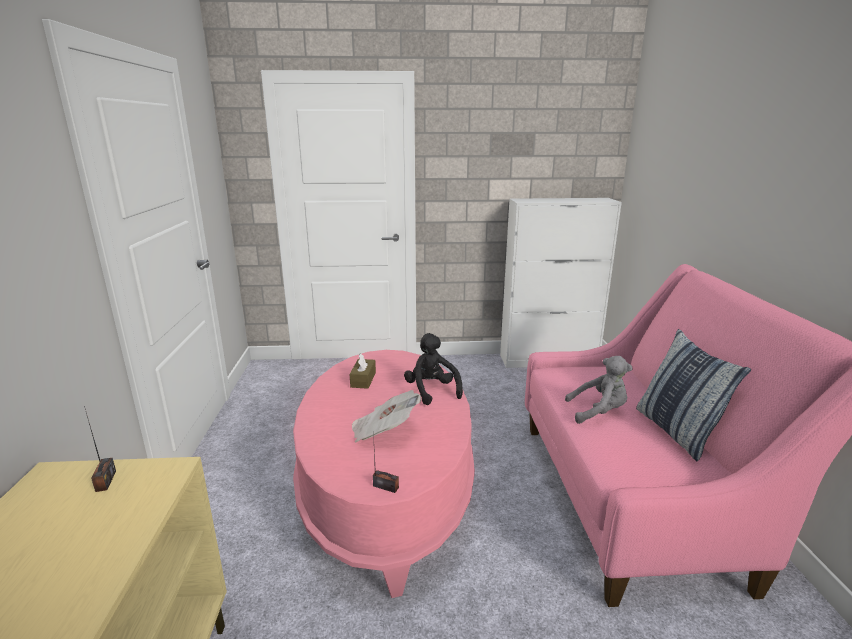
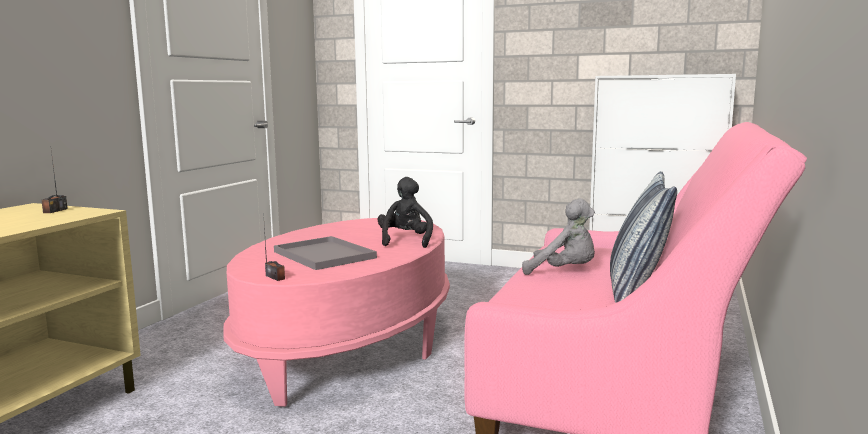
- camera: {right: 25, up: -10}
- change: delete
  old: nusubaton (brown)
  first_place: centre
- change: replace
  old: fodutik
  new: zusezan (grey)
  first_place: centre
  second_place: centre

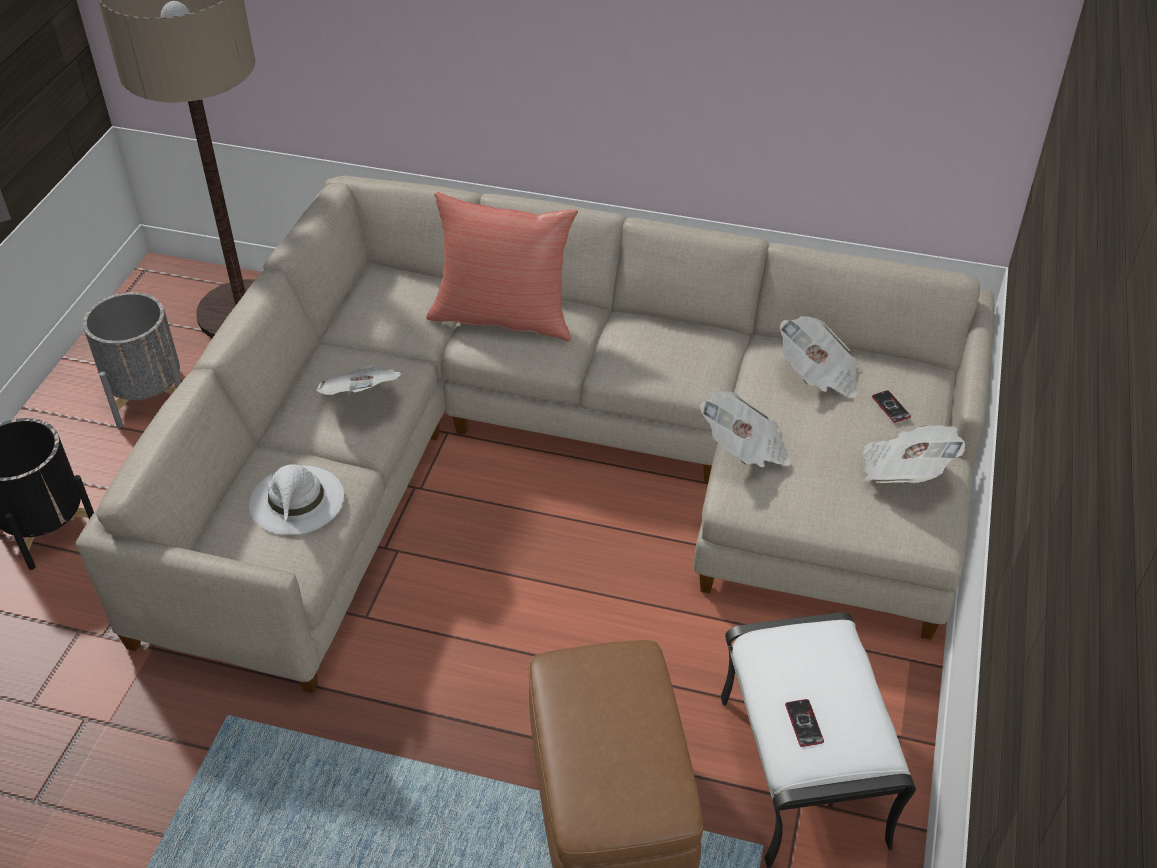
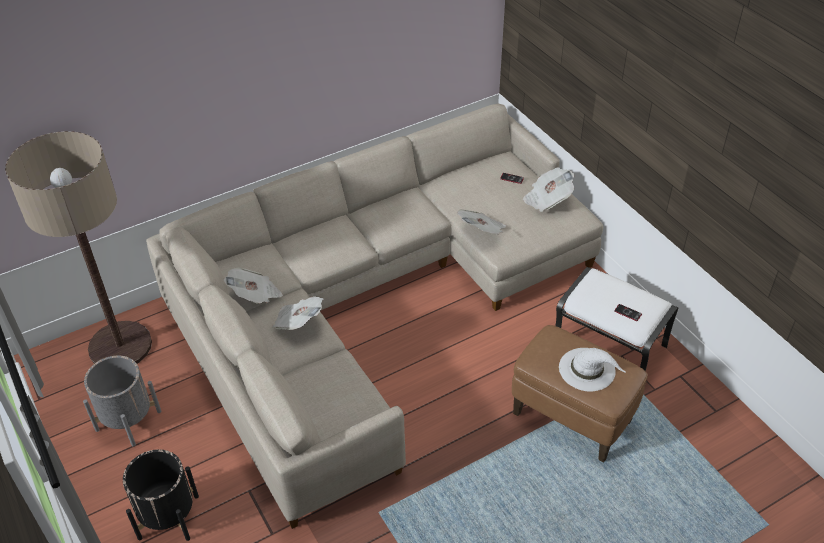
- camera: {right: -45, up: 0}
- change: delete
  old: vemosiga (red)
  first_place: top centre
- change: move
  old: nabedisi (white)
  first_place: middle left
  second_place: bottom right
- change: move
  old: fodutik (3rd from left in the first image)
  new: fodutik (1st from left)
  first_place: middle right
  second_place: middle left

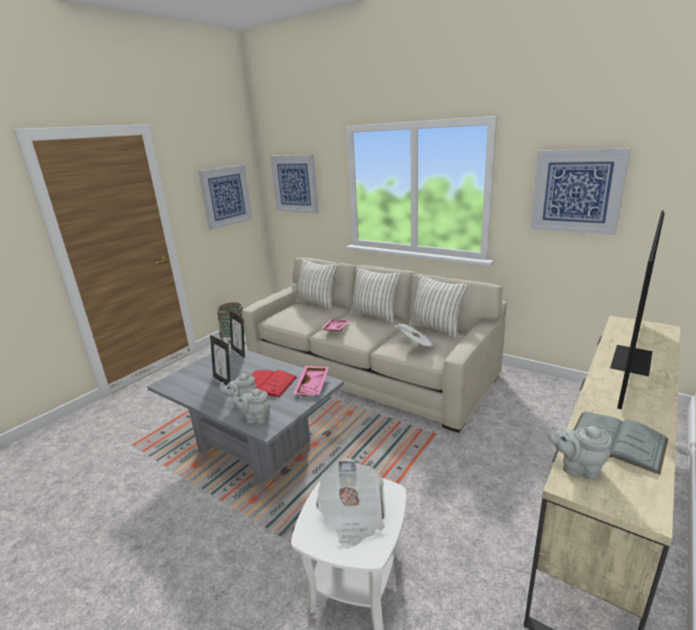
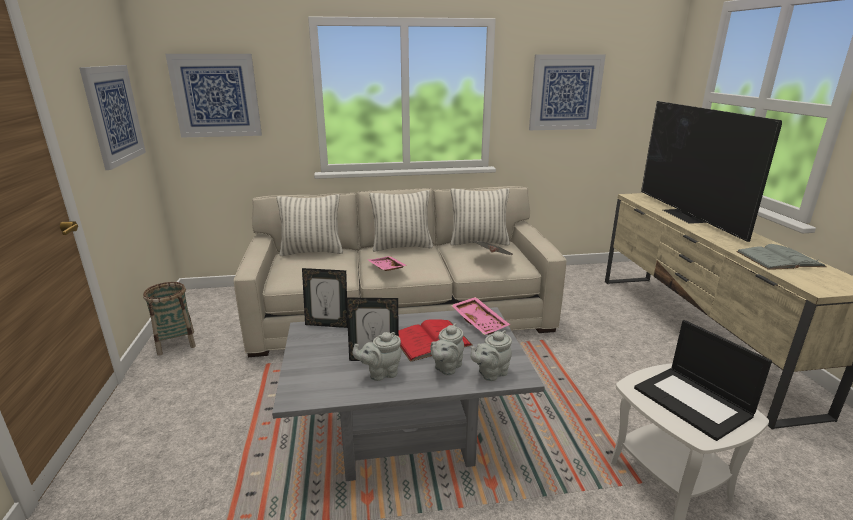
- camera: {right: -45, up: 0}
- change: move
  old: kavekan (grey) (3rd from left in the first image)
  new: kavekan (grey) (1st from left)
  first_place: bottom right
  second_place: bottom centre
- change: replace
  old: fodutik (1st from left)
  new: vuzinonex
  first_place: bottom centre
  second_place: bottom right

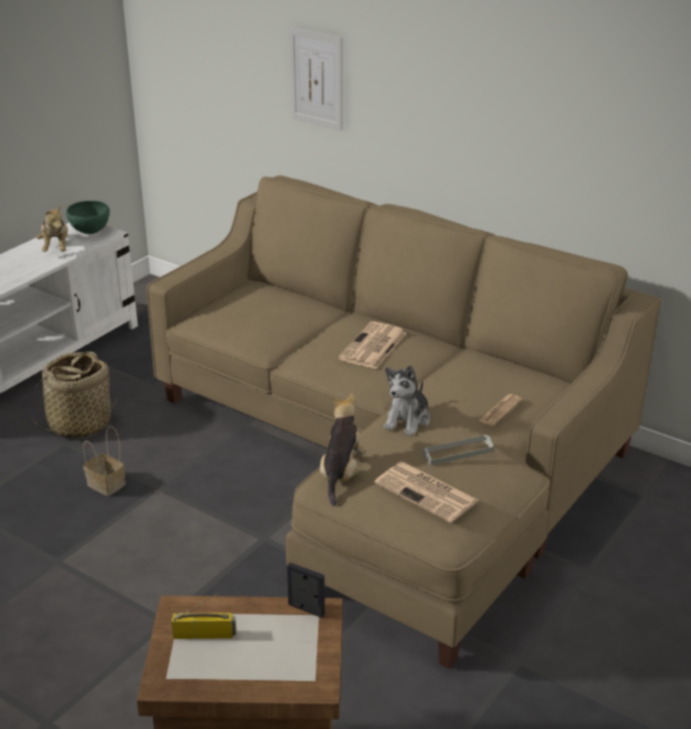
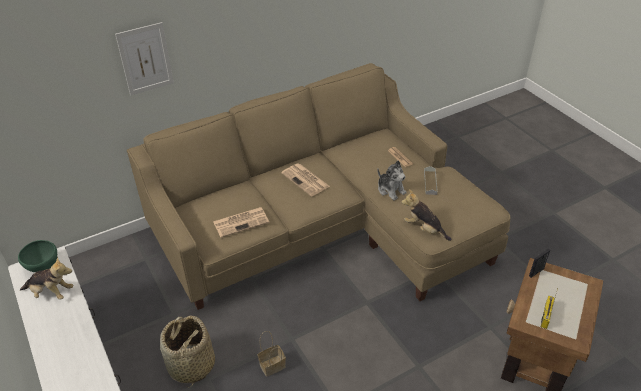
- camera: {right: -65, up: 10}
- change: move
  old: fodutik (2nd from left in the first image)
  new: fodutik (1st from left)
  first_place: bottom centre
  second_place: centre

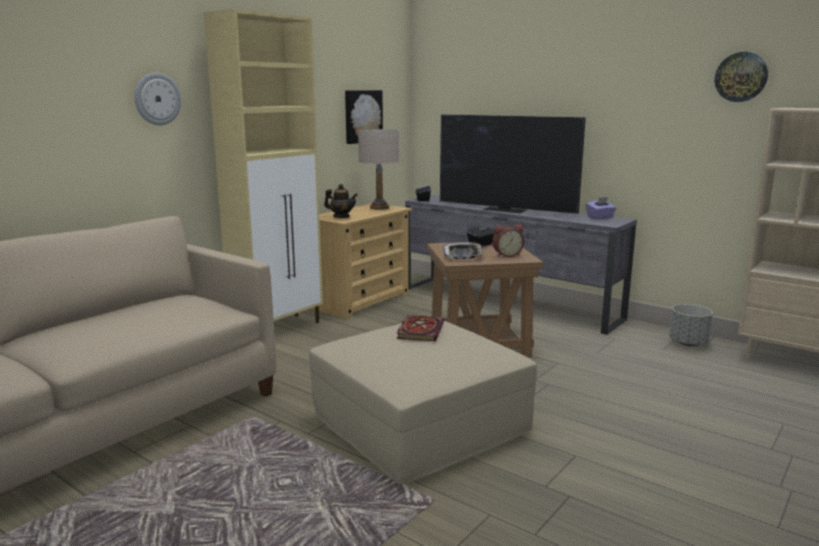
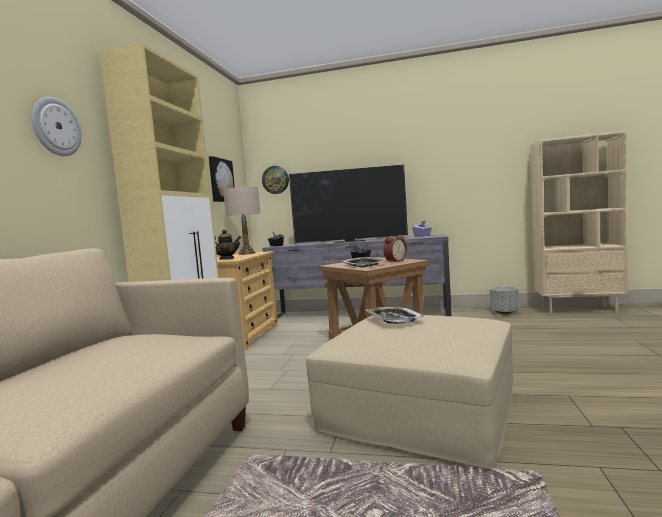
- camera: {right: -25, up: -10}
- change: move
  old: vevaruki (2nd from left)
  first_place: top right
  second_place: centre
- change: replace
  old: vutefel
  new: zusezan (2nd from left)
  first_place: centre
  second_place: centre

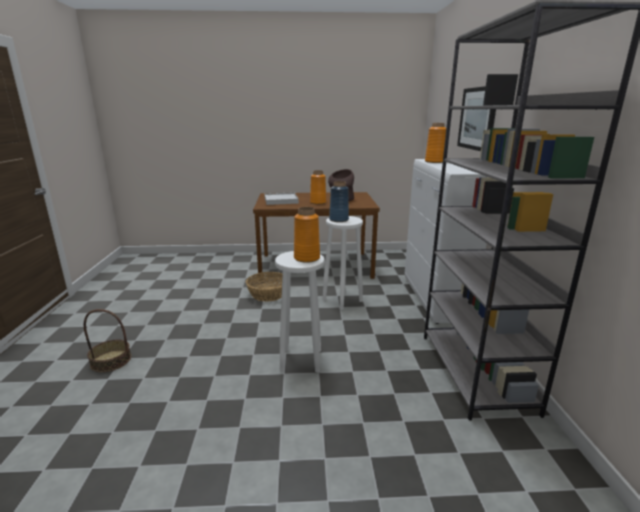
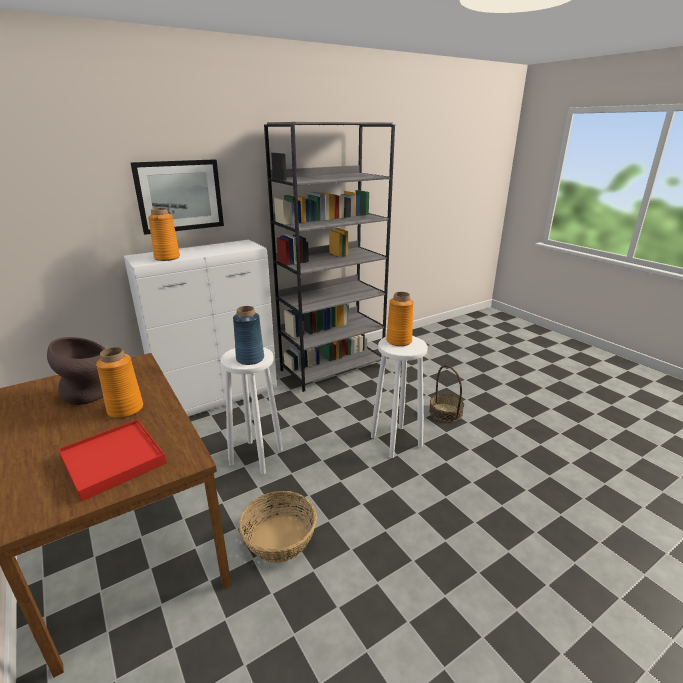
- camera: {right: -120, up: 5}
- change: move
  old: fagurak (1st from left in the first image)
  new: fagurak (2nd from left)
  first_place: middle left
  second_place: centre
- change: recolor
  old: zusezan (white)
  new: zusezan (red)
  first_place: centre
  second_place: bottom left

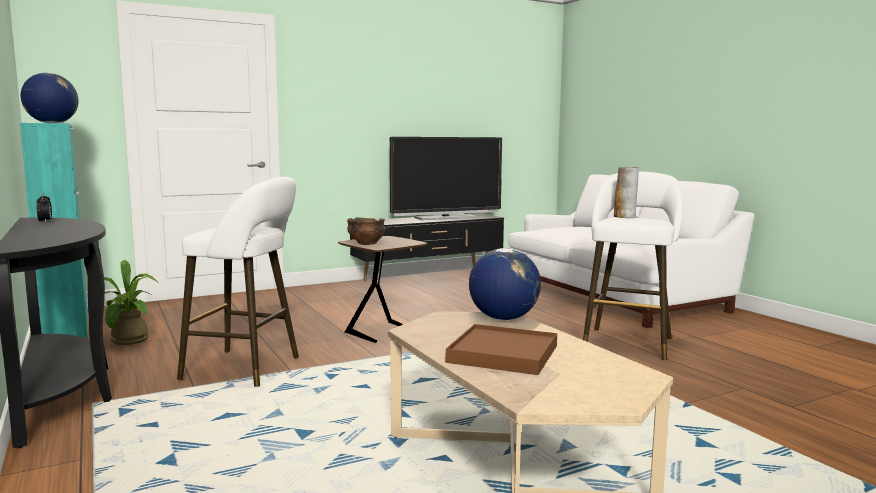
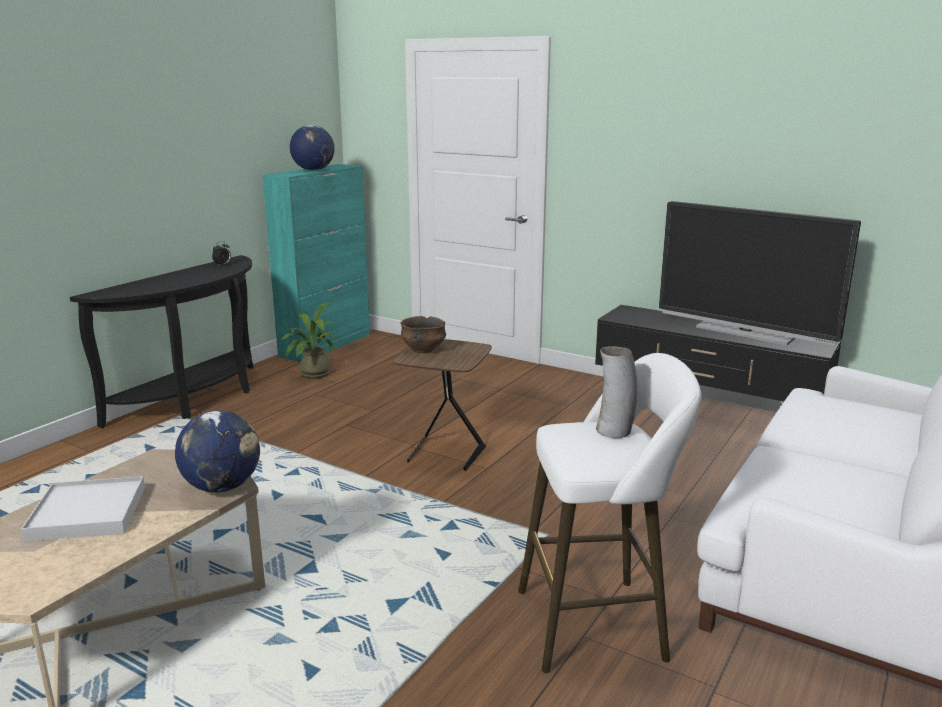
- camera: {right: 60, up: 10}
- change: delete
  old: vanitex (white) (1st from left)
  first_place: middle left
- change: recolor
  old: zusezan (brown)
  new: zusezan (white)
  first_place: bottom centre
  second_place: bottom left

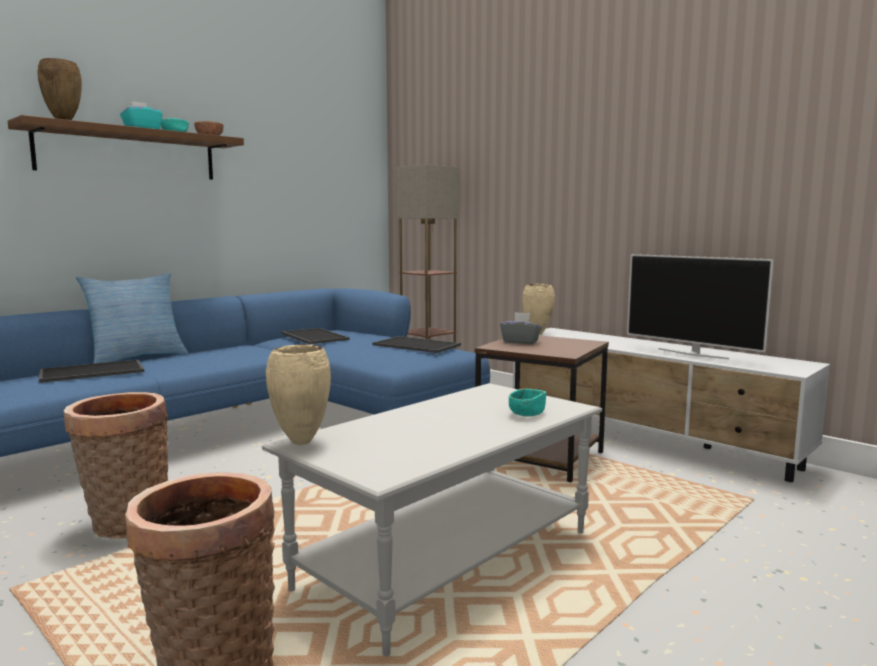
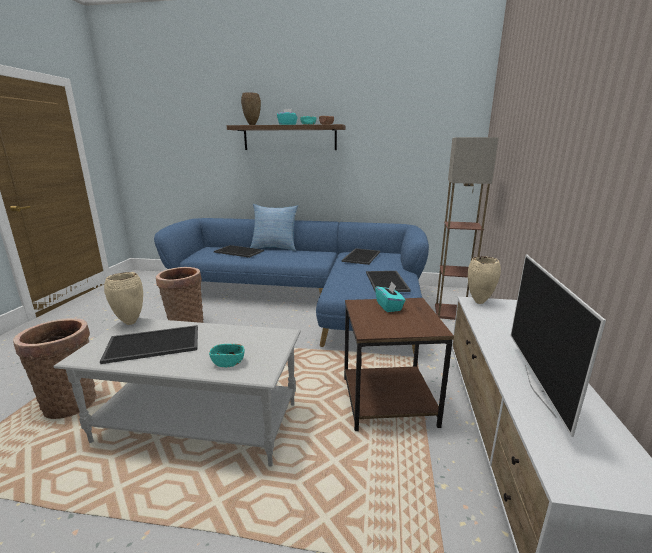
- camera: {right: 55, up: 10}
- change: insert
  new: zusezan (1st from left)
  second_place: middle left
- change: recolor
  old: nusubaton (grey)
  new: nusubaton (turquoise) (2nd from left)
  first_place: centre
  second_place: centre

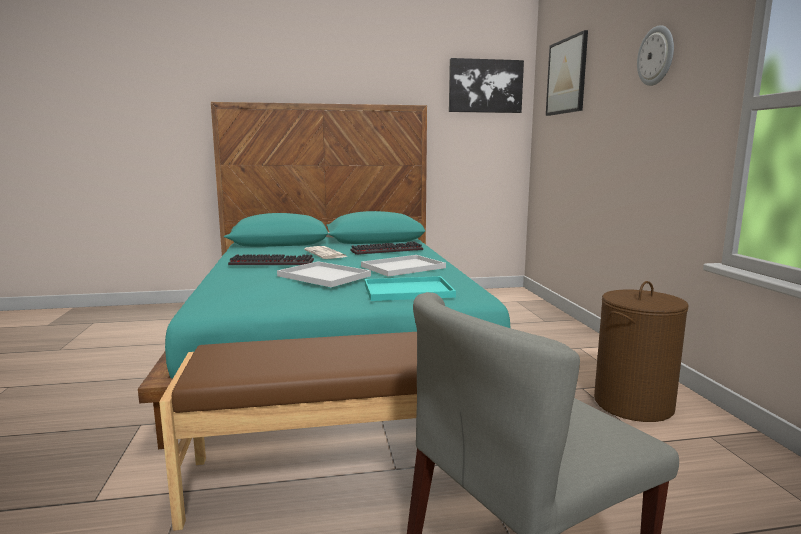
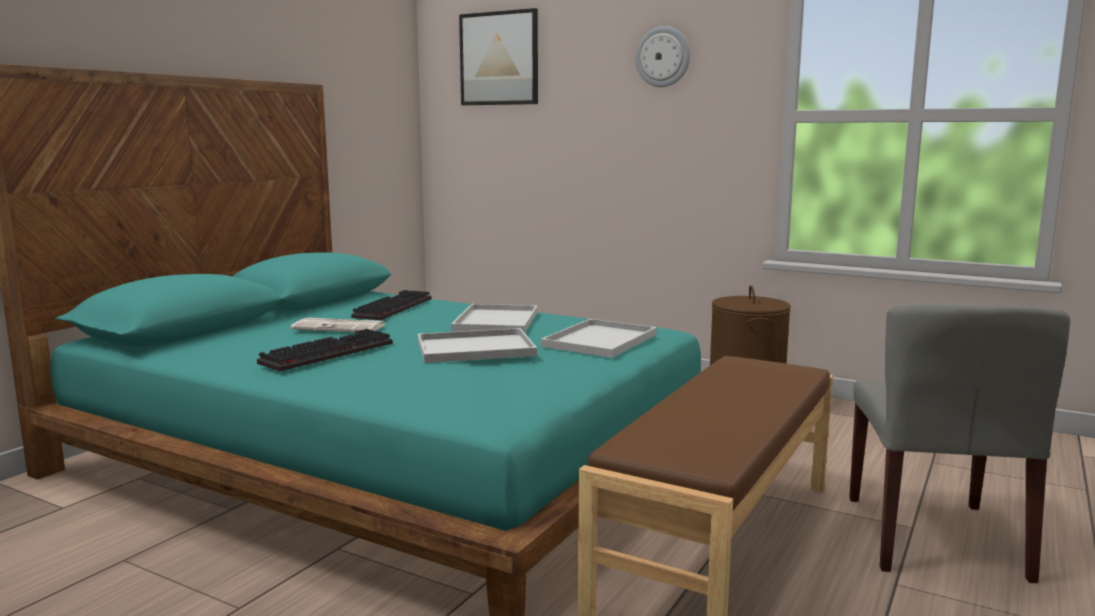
- camera: {right: -50, up: 0}
- change: delete
  old: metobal (1st from left)
  first_place: top centre
- change: recolor
  old: zusezan (turquoise)
  new: zusezan (white) (3rd from left)
  first_place: centre
  second_place: centre

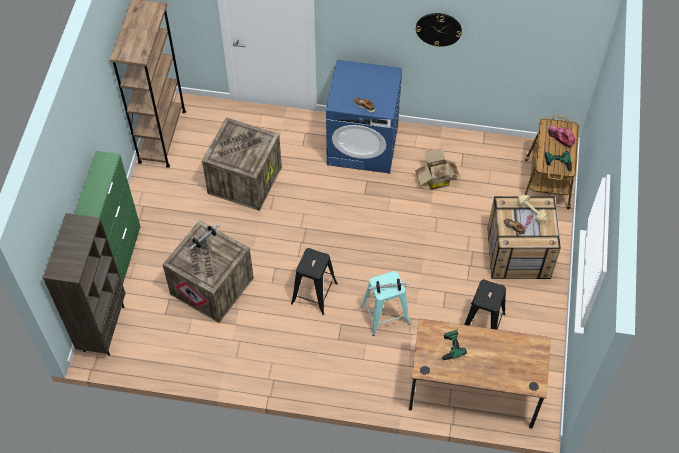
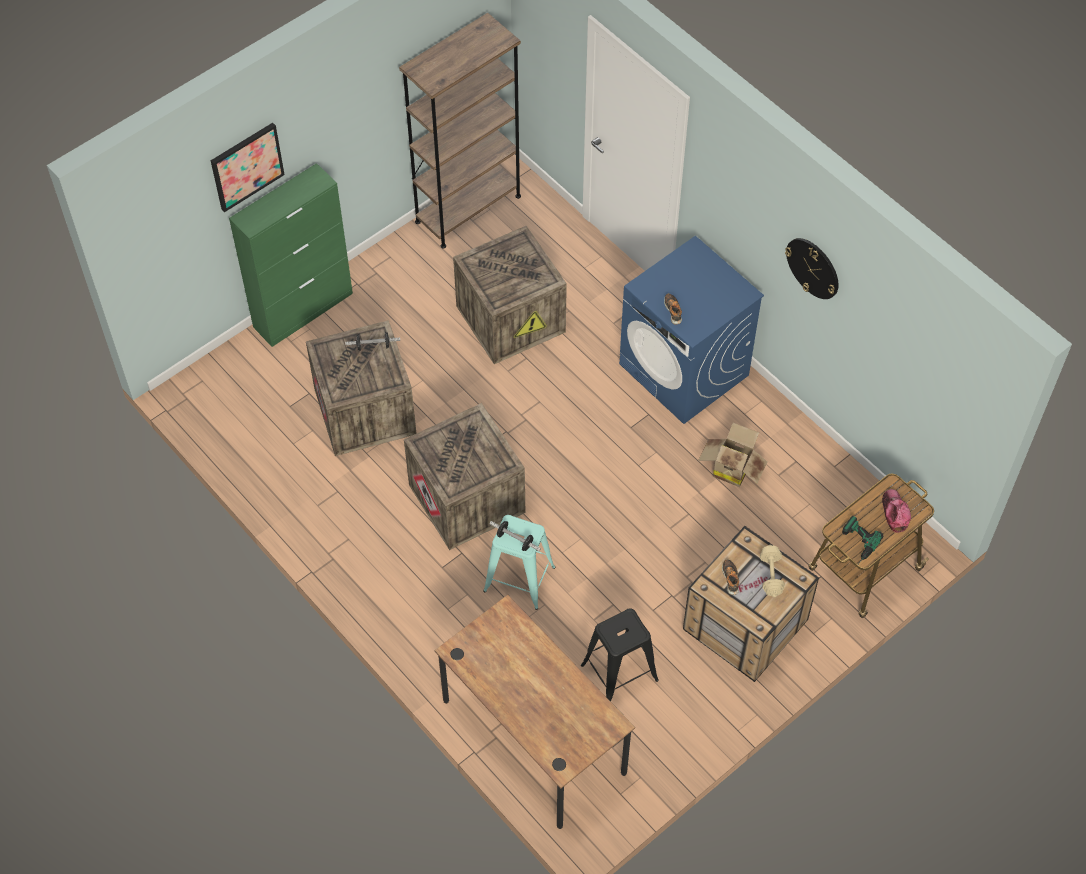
- camera: {right: 40, up: 0}
- change: delete
  old: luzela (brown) (1st from left)
  first_place: middle left
- change: delete
  old: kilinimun (1st from left)
  first_place: bottom centre
- change: insert
  new: metobal
  second_place: top left
- change: replace
  old: vanitex (black) (1st from left)
  new: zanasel (2nd from left)
  first_place: centre
  second_place: centre

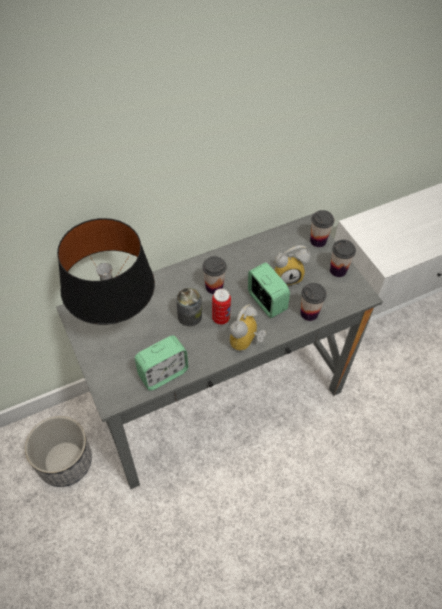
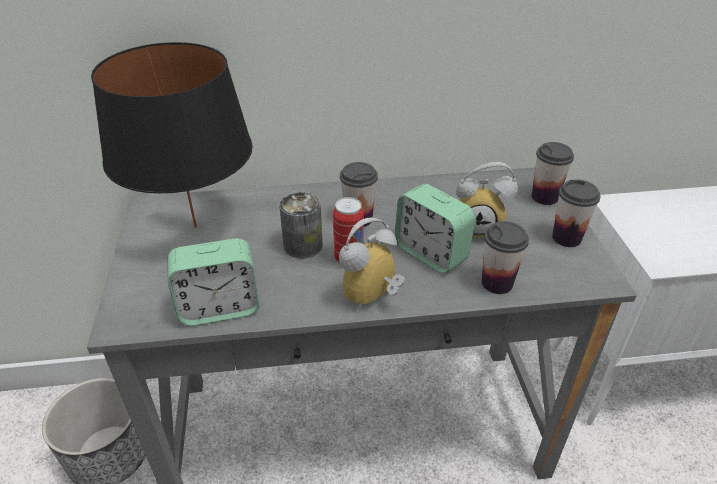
- camera: {right: 20, up: -15}
- change: rotate
  old: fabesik (3rd from left)
  first_place: centre
  second_place: centre
  degrees: 150

